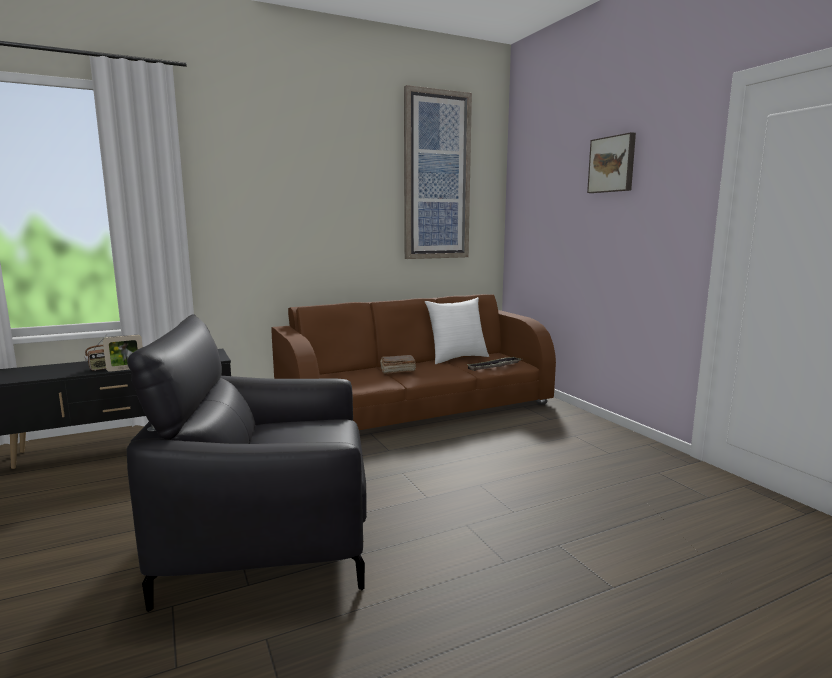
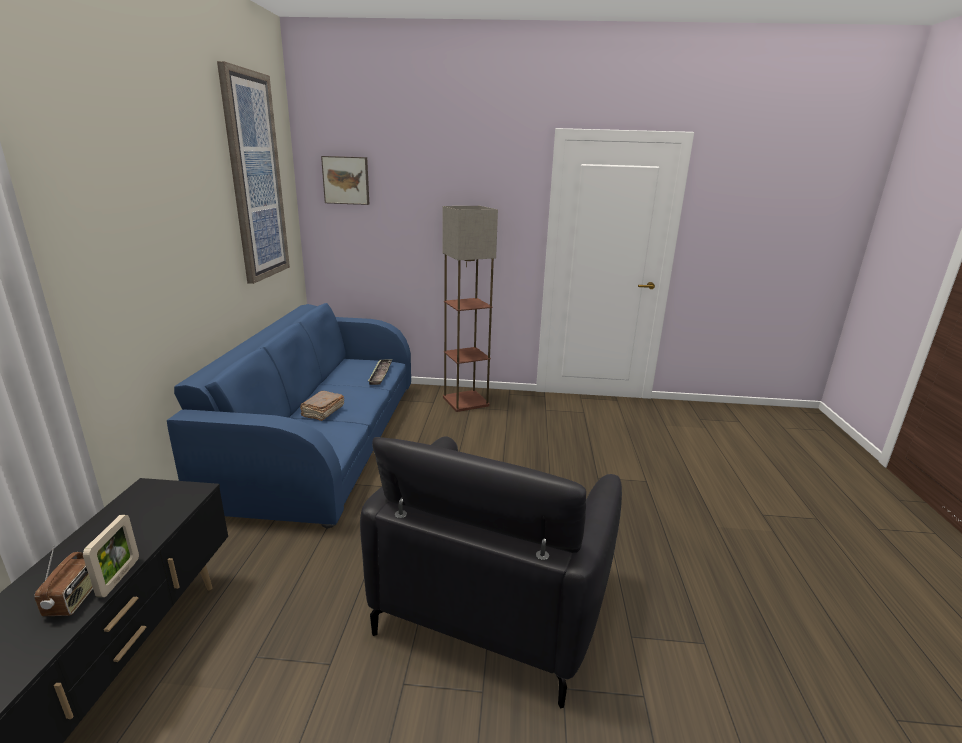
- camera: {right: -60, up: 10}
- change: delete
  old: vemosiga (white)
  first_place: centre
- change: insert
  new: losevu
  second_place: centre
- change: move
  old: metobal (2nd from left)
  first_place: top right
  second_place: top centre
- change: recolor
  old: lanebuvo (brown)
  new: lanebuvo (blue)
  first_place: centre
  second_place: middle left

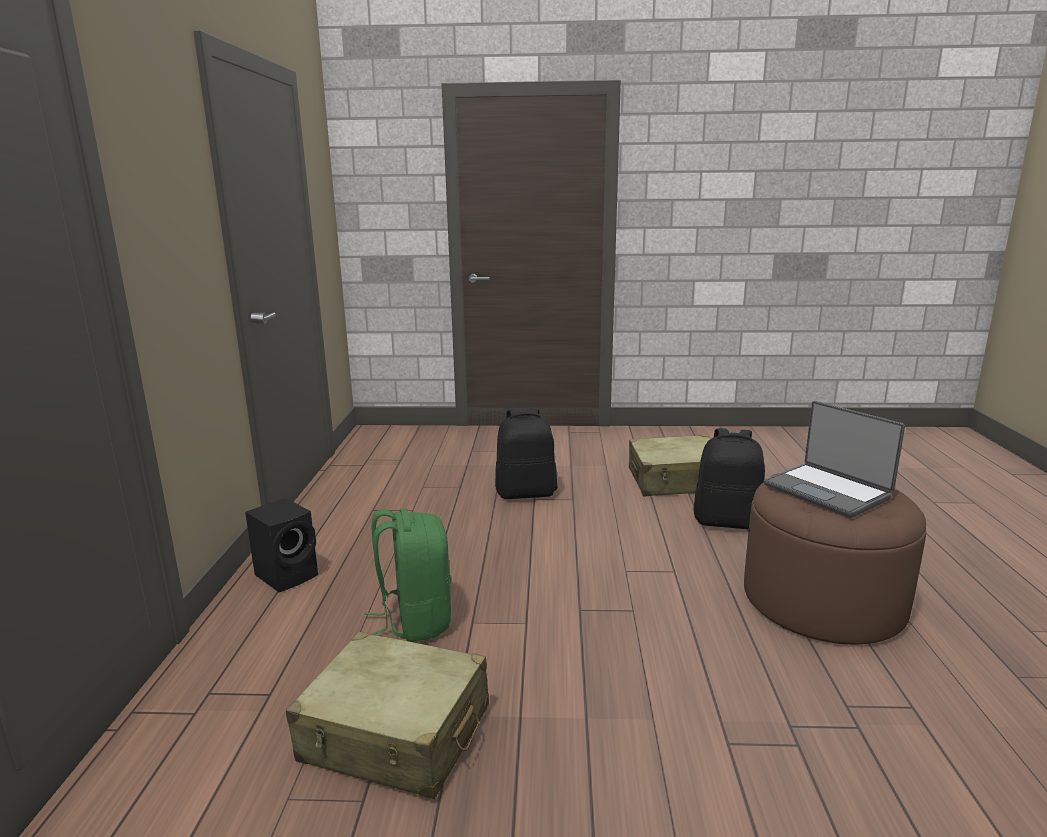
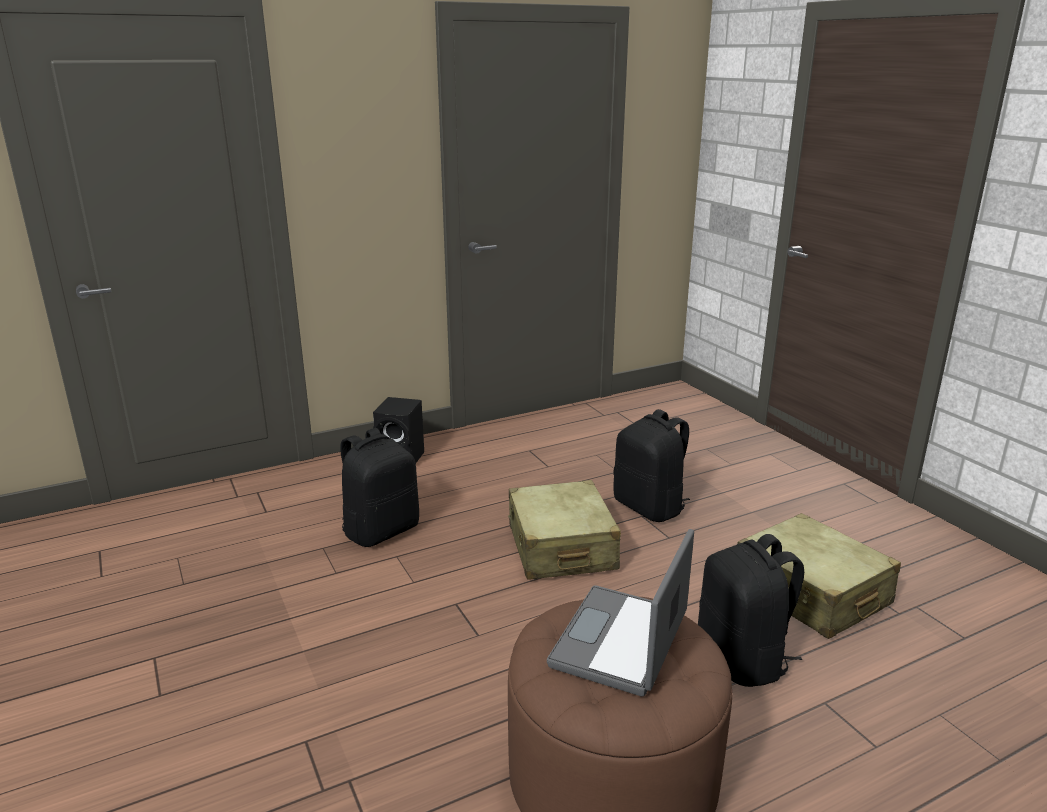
- camera: {right: 60, up: 5}
- change: move
  old: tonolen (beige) (1st from left)
  first_place: bottom centre
  second_place: centre
- change: recolor
  old: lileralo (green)
  new: lileralo (black) (1st from left)
  first_place: bottom centre
  second_place: centre

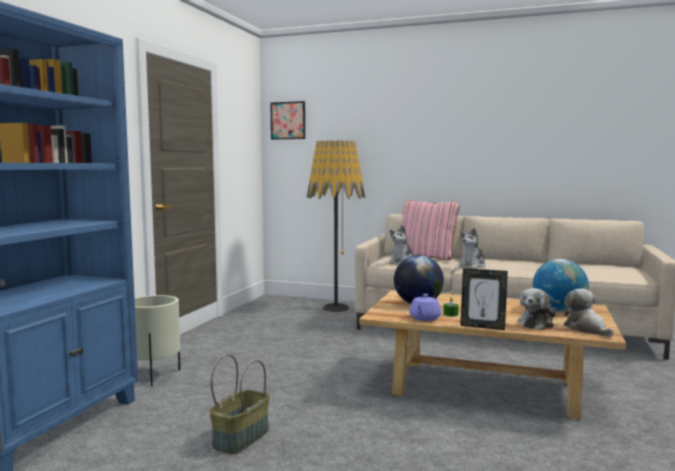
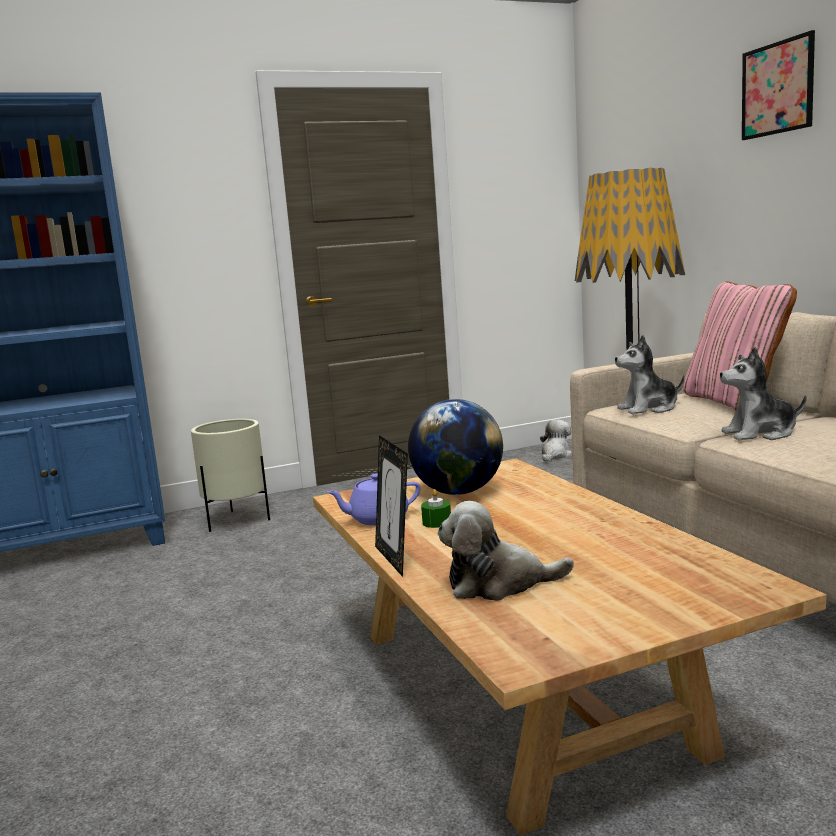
- camera: {right: 50, up: 5}
- change: delete
  old: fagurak
  first_place: bottom centre
- change: delete
  old: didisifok (2nd from left)
  first_place: middle right
- change: move
  old: metobal
  first_place: top centre
  second_place: top right
- change: move
  old: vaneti (4th from left in the first image)
  new: vaneti (2nd from left)
  first_place: middle right
  second_place: centre

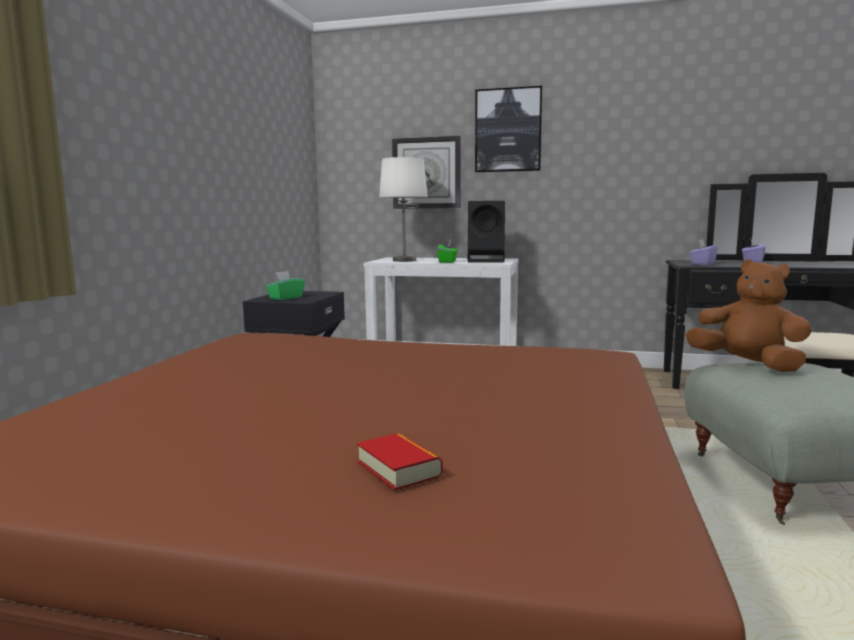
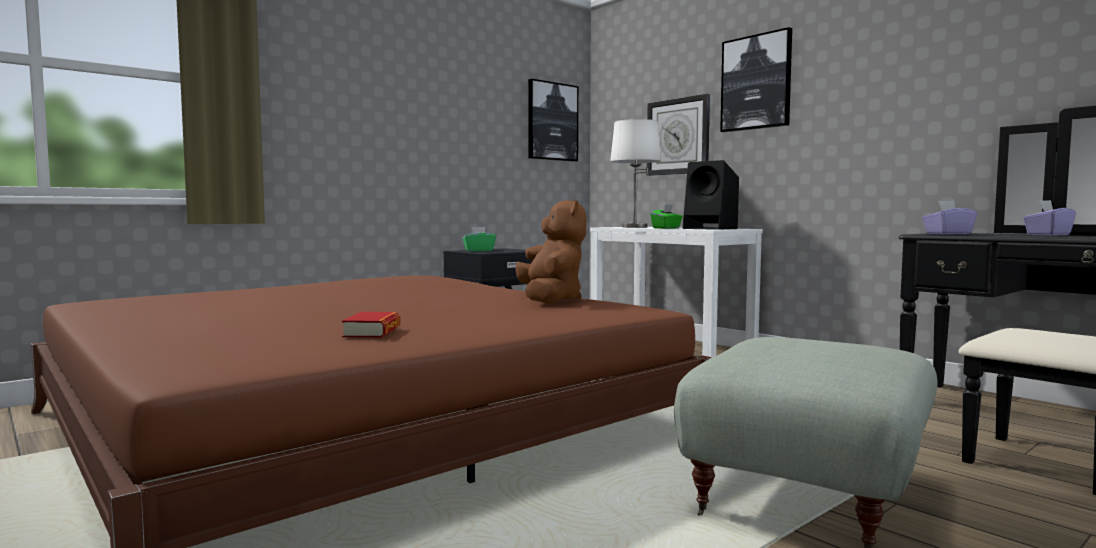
- camera: {right: 35, up: -5}
- change: insert
  new: metobal (1st from left)
  second_place: top centre
- change: move
  old: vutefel
  first_place: bottom centre
  second_place: centre
- change: move
  old: vaneti (brown)
  first_place: middle right
  second_place: centre

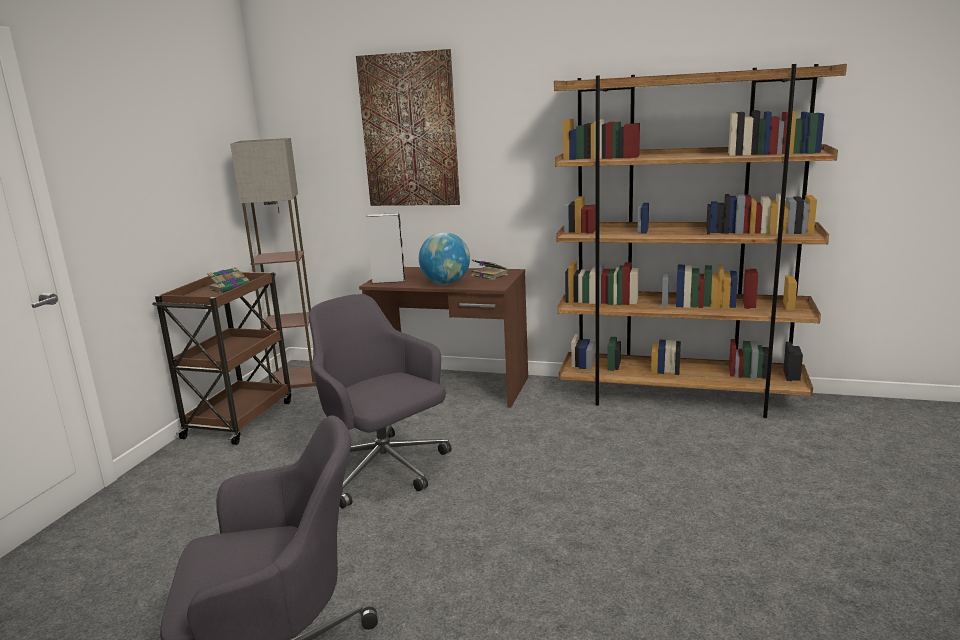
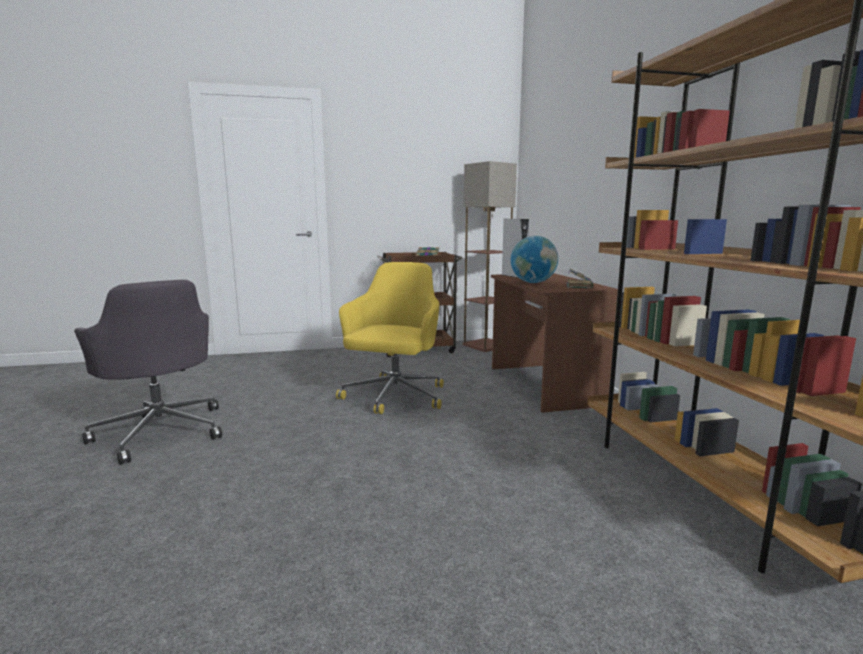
- camera: {right: 60, up: -5}
- change: delete
  old: metobal
  first_place: top centre
- change: recolor
  old: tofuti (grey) (2nd from left)
  new: tofuti (yellow)
  first_place: centre
  second_place: centre

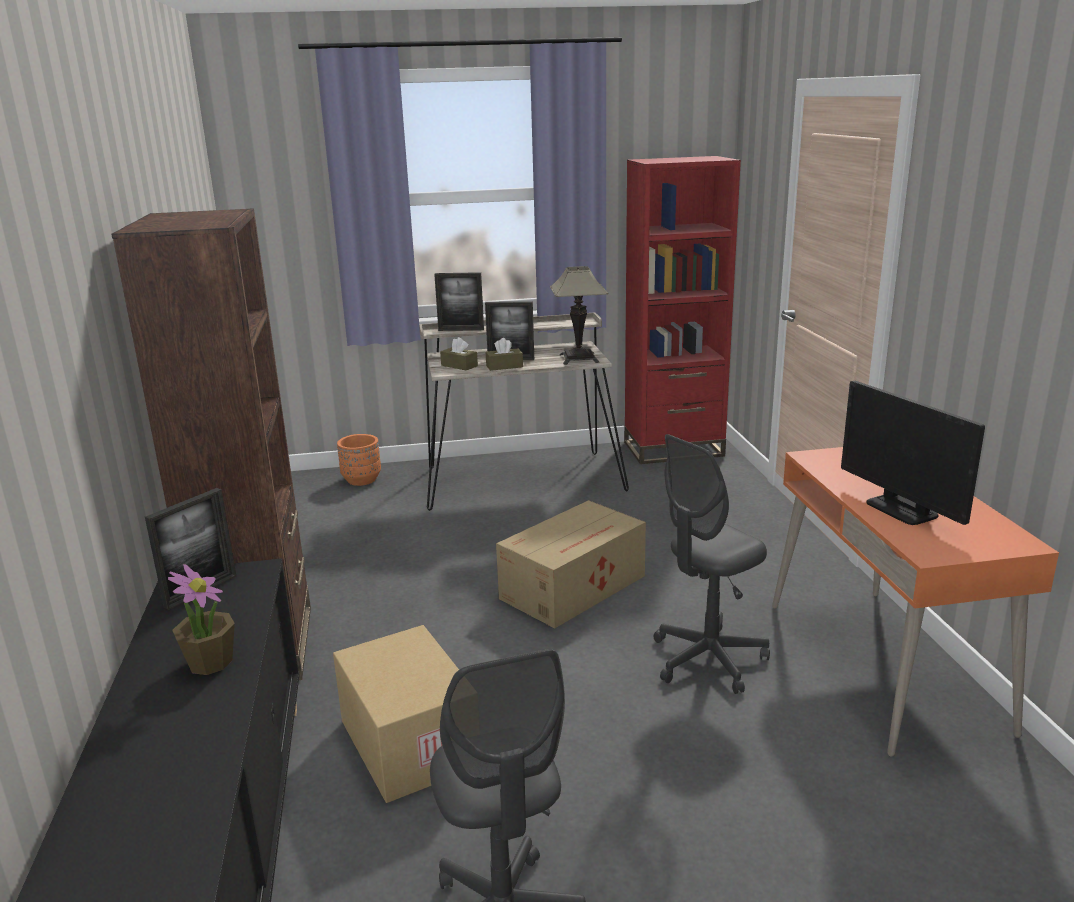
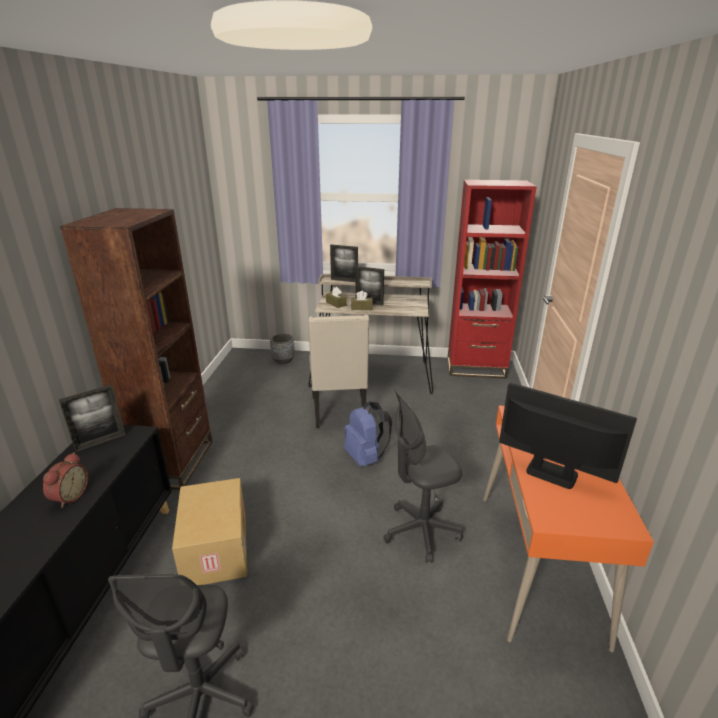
- camera: {right: 15, up: 5}
- change: delete
  old: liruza
  first_place: centre
- change: insert
  new: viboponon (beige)
  second_place: centre
- change: replace
  old: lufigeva
  new: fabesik
  first_place: bottom left
  second_place: bottom left
- change: replace
  old: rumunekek (2nd from left)
  new: lileralo (blue)
  first_place: centre
  second_place: centre
- change: recolor
  old: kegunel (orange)
  new: kegunel (grey)
  first_place: centre
  second_place: centre
- change: rotate
  old: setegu
  first_place: middle right
  second_place: middle right
  degrees: 135

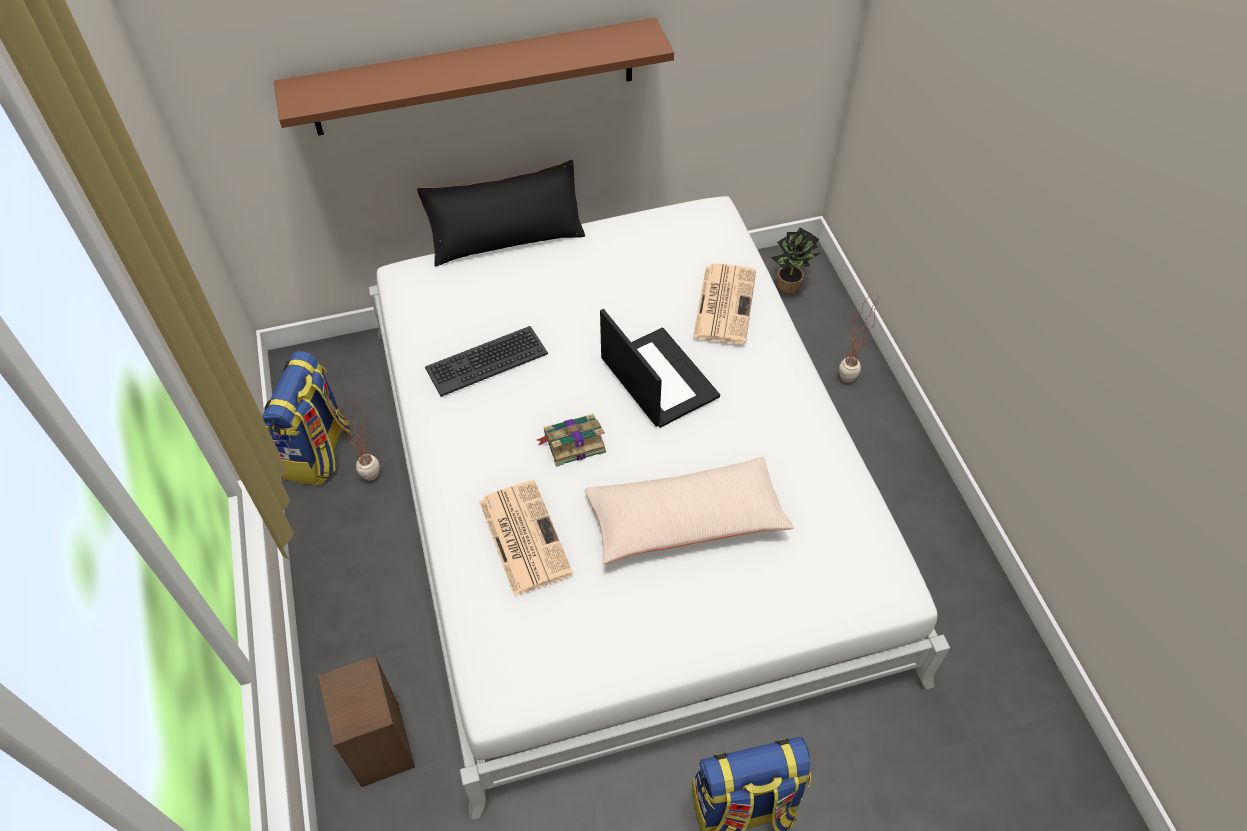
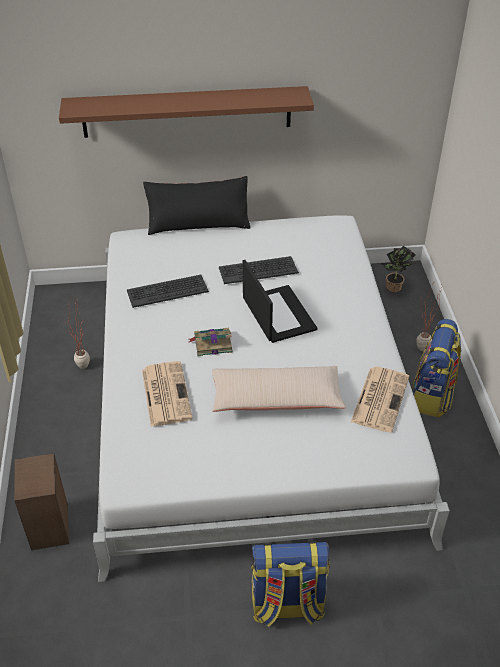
- camera: {right: 10, up: -10}
- change: insert
  new: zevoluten (2nd from left)
  second_place: centre
- change: move
  old: lileralo (1st from left in the first image)
  new: lileralo (2nd from left)
  first_place: middle left
  second_place: middle right
- change: move
  old: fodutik (2nd from left)
  first_place: centre
  second_place: middle right

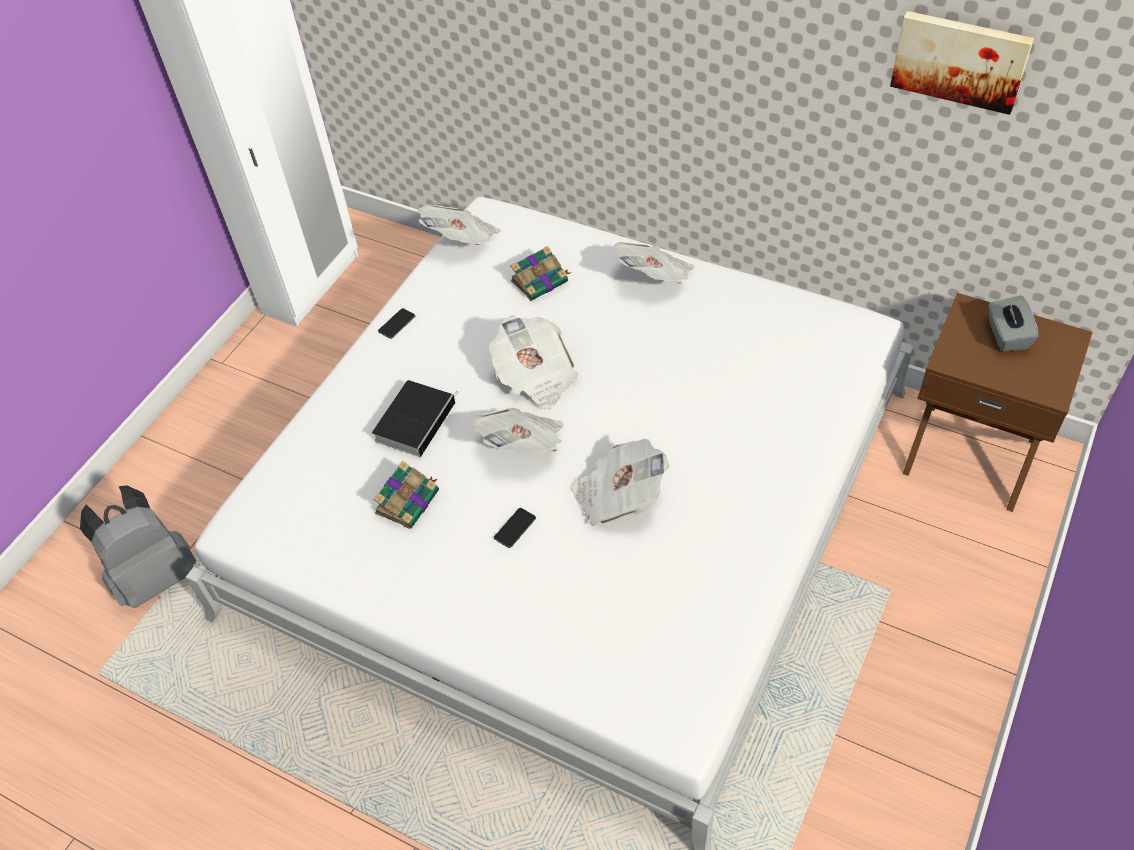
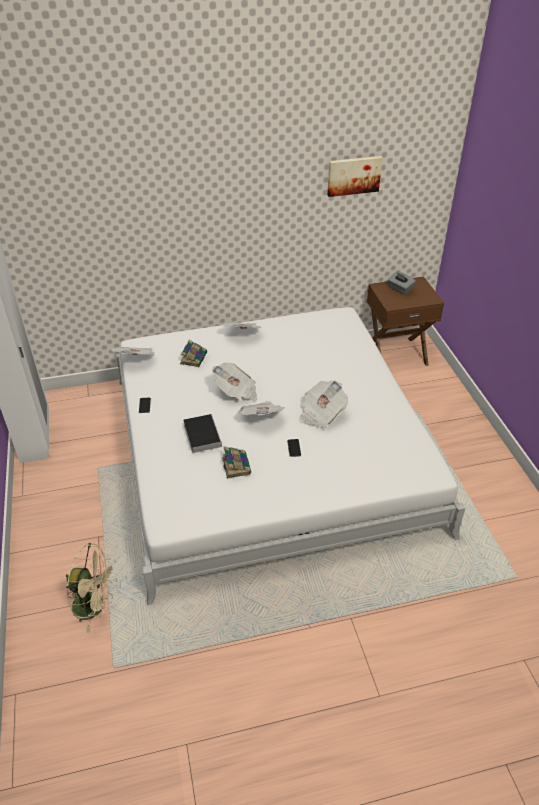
- camera: {right: -45, up: -10}
- change: replace
  old: lileralo (grey)
  new: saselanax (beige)
  first_place: middle left
  second_place: bottom left

